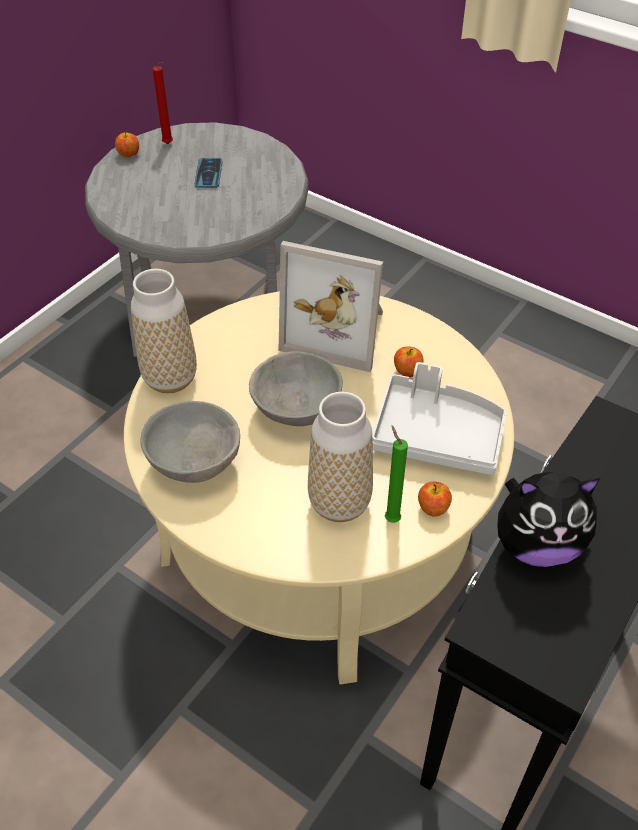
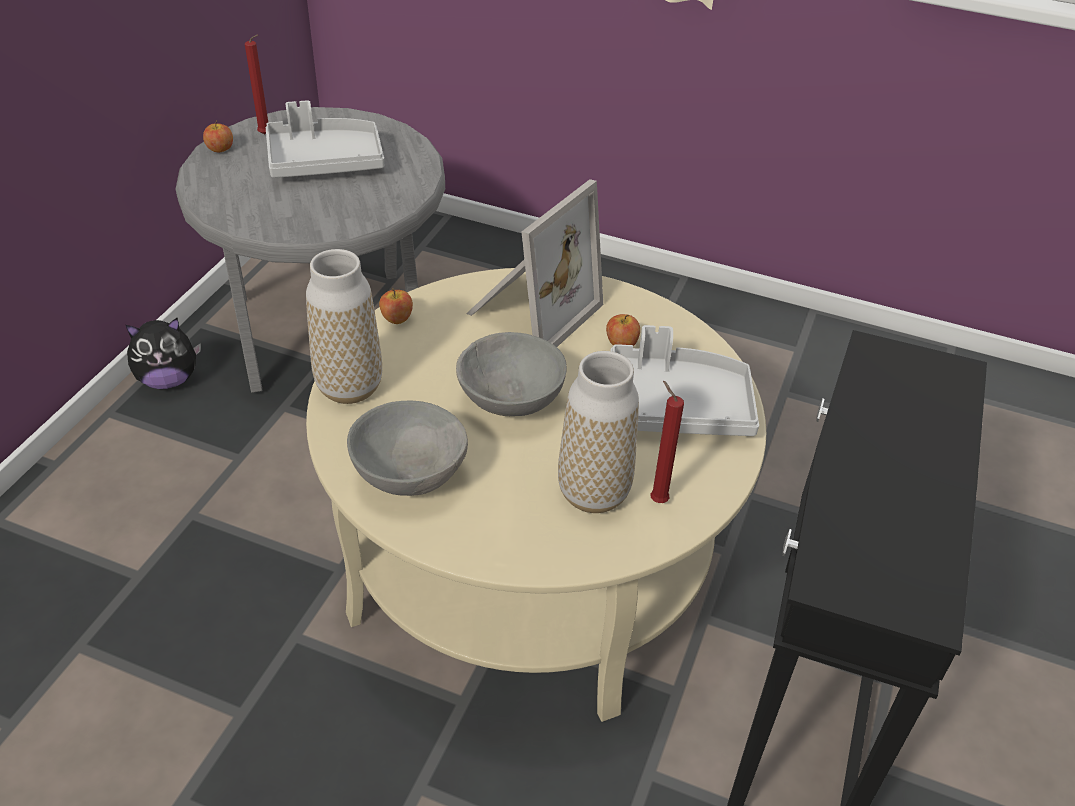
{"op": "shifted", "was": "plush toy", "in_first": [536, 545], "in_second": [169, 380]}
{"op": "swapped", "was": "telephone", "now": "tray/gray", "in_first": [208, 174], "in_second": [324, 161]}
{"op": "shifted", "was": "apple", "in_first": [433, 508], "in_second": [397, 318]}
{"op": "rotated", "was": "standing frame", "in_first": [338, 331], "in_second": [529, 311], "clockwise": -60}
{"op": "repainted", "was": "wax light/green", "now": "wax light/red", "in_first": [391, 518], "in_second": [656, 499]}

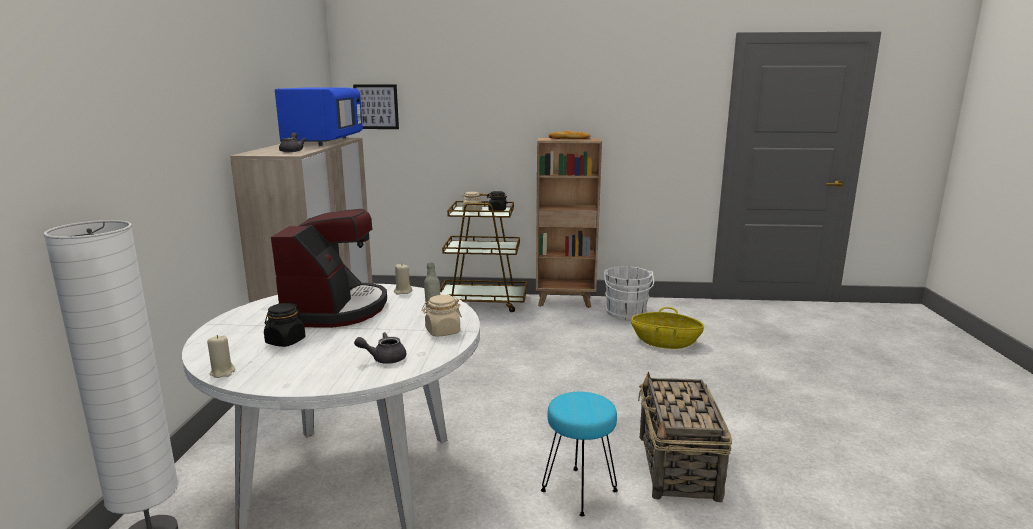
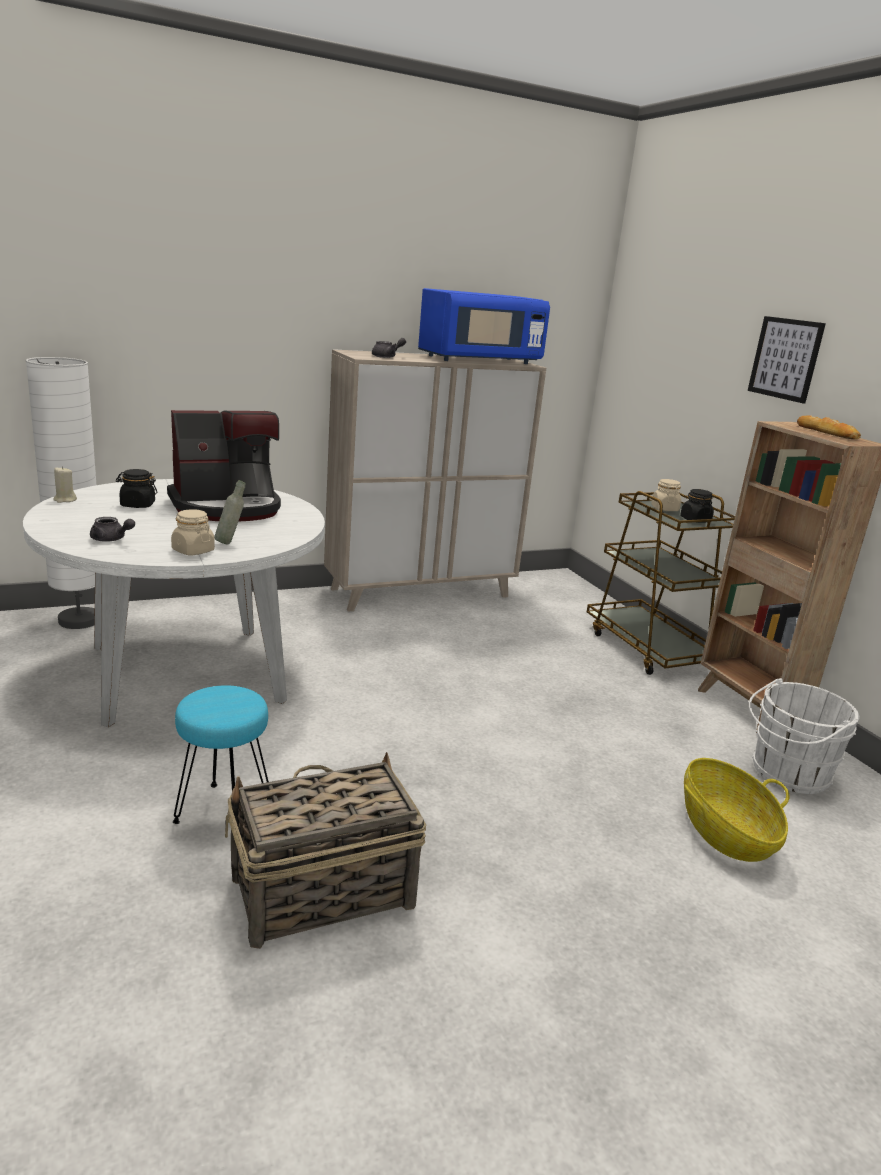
{"op": "rotated", "was": "tea pot/gray", "in_first": [384, 358], "in_second": [111, 539], "clockwise": 150}
{"op": "shifted", "was": "picture", "in_first": [376, 106], "in_second": [785, 358]}
{"op": "gone", "was": "wax light/beige-coloured", "in_first": [403, 291]}

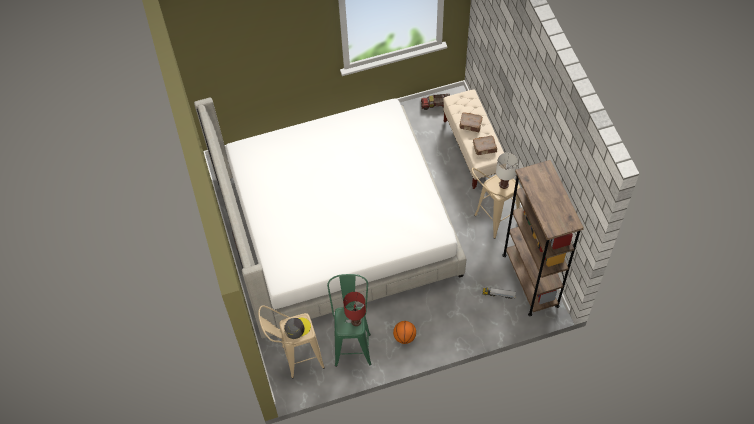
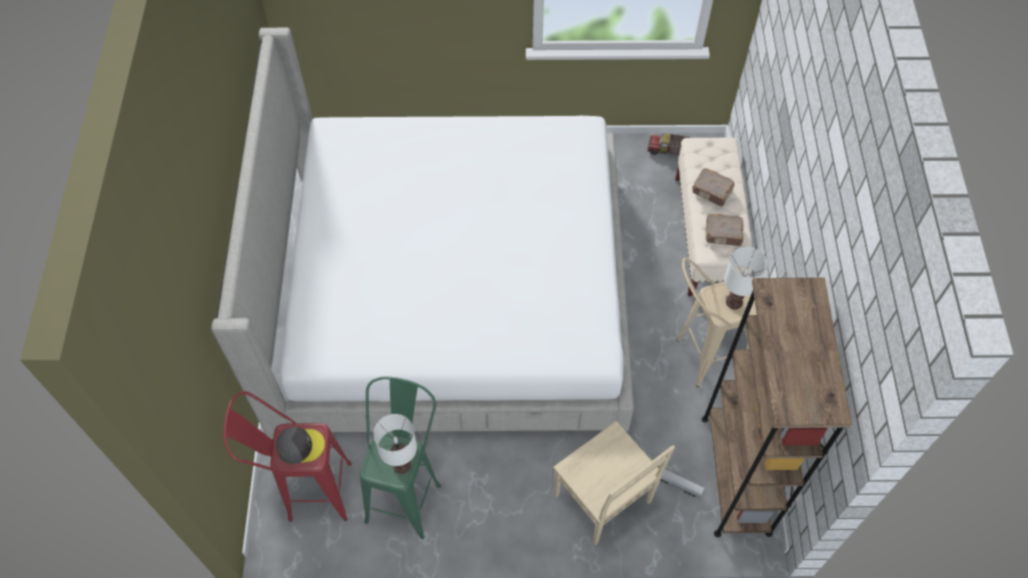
{"op": "repainted", "was": "stool/beige-coloured", "now": "stool/red", "in_first": [296, 359], "in_second": [307, 491]}
{"op": "repainted", "was": "tabletop lamp/red", "now": "tabletop lamp/white-coloured", "in_first": [355, 322], "in_second": [401, 465]}
{"op": "new", "now": "plain chair/beige-coloured", "in_second": [604, 501]}
{"op": "gone", "was": "basketball ball", "in_first": [404, 337]}

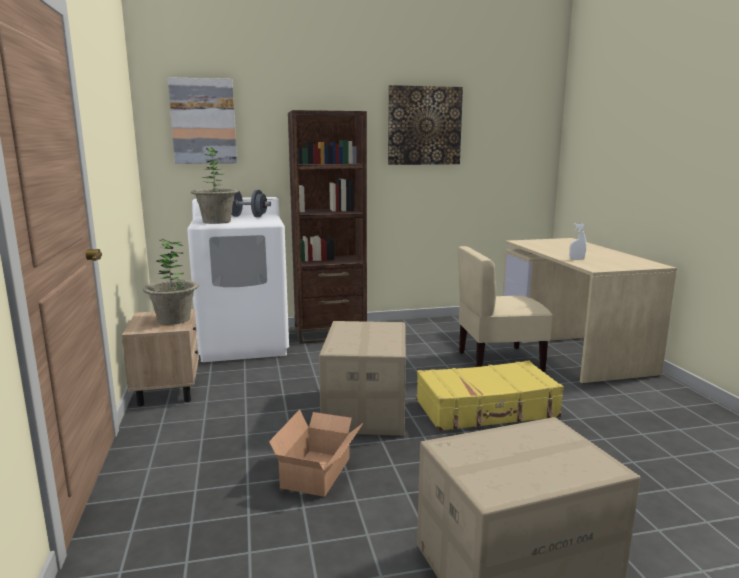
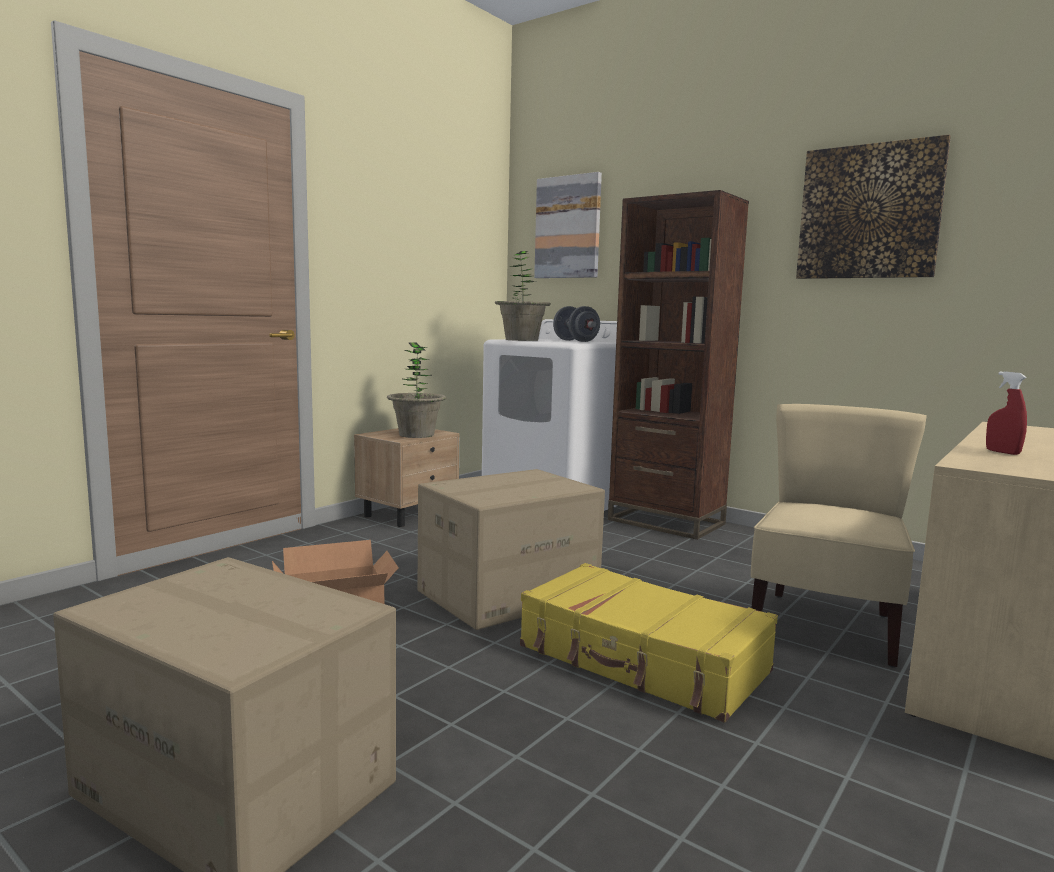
{"op": "rotated", "was": "plain chair/beige-coloured", "in_first": [499, 361], "in_second": [824, 627], "clockwise": 75}
{"op": "repainted", "was": "spray bottle/white-coloured", "now": "spray bottle/red", "in_first": [576, 259], "in_second": [1002, 452]}

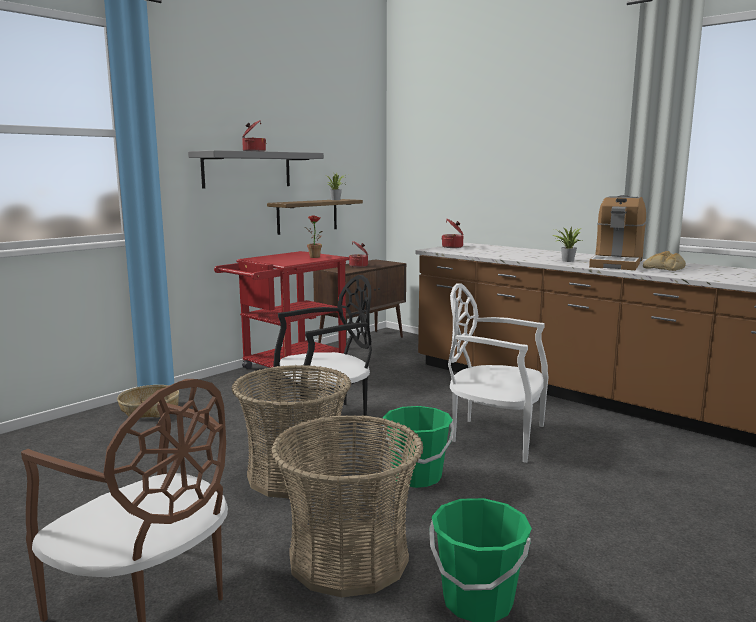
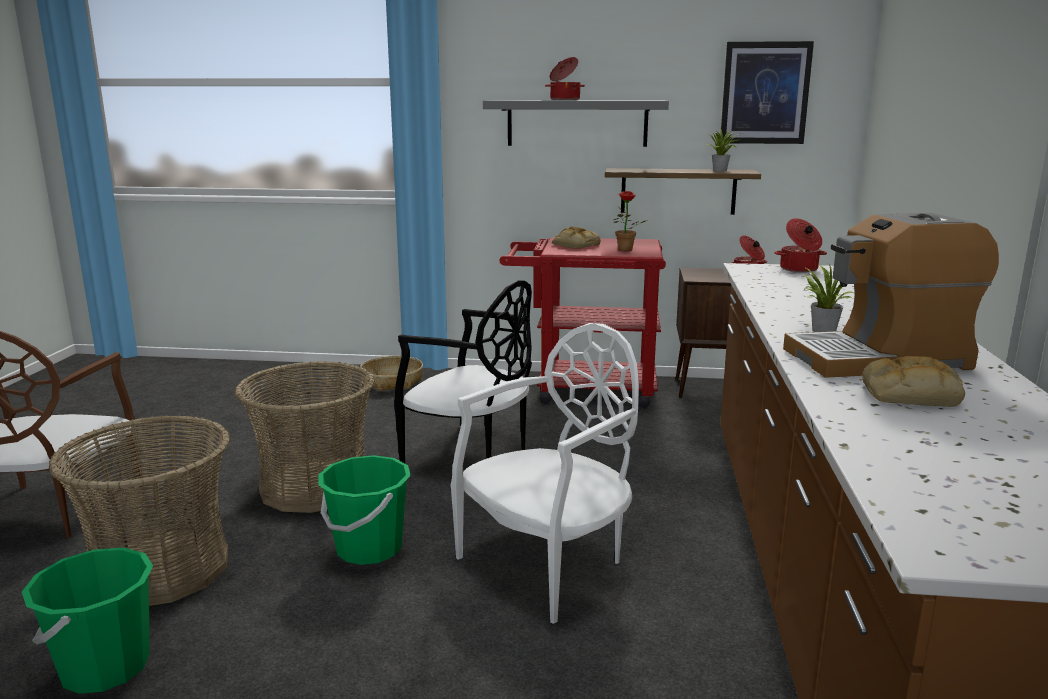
{"op": "rotated", "was": "plain chair/white-coloured", "in_first": [495, 436], "in_second": [549, 565], "clockwise": 60}
{"op": "new", "now": "bread", "in_second": [574, 245]}
{"op": "new", "now": "picture", "in_second": [765, 93]}

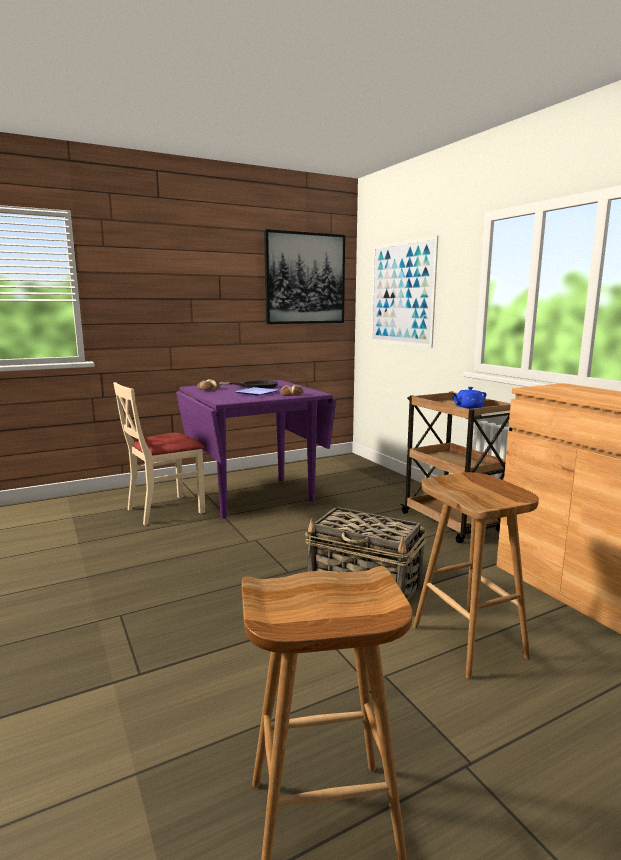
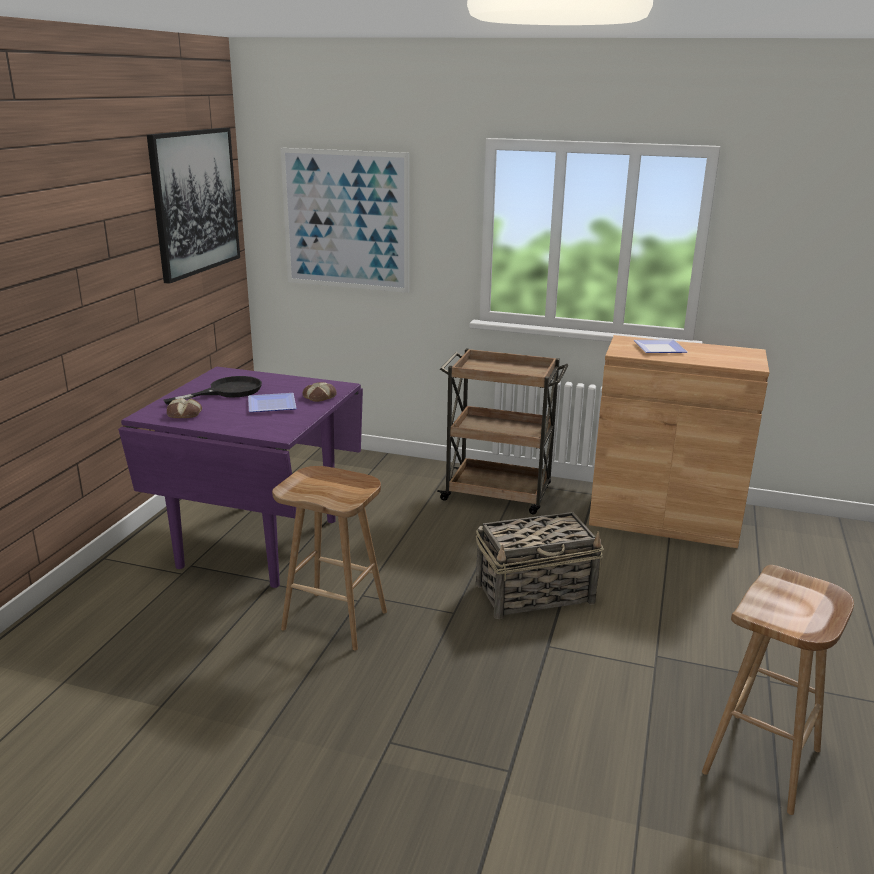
{"op": "shifted", "was": "stool/brown-coloured", "in_first": [470, 642], "in_second": [336, 620]}
{"op": "new", "now": "flat dish", "in_second": [658, 349]}
{"op": "gone", "was": "plain chair/beige-coloured", "in_first": [165, 510]}
{"op": "gone", "was": "tea pot/bluish", "in_first": [468, 408]}

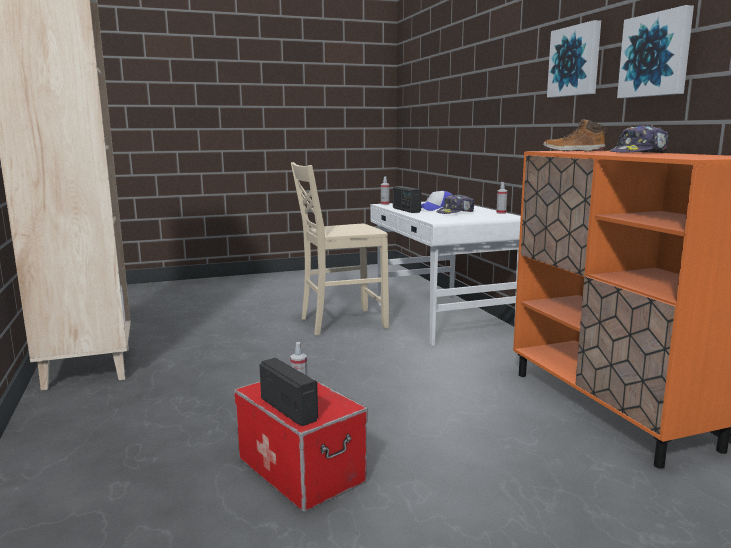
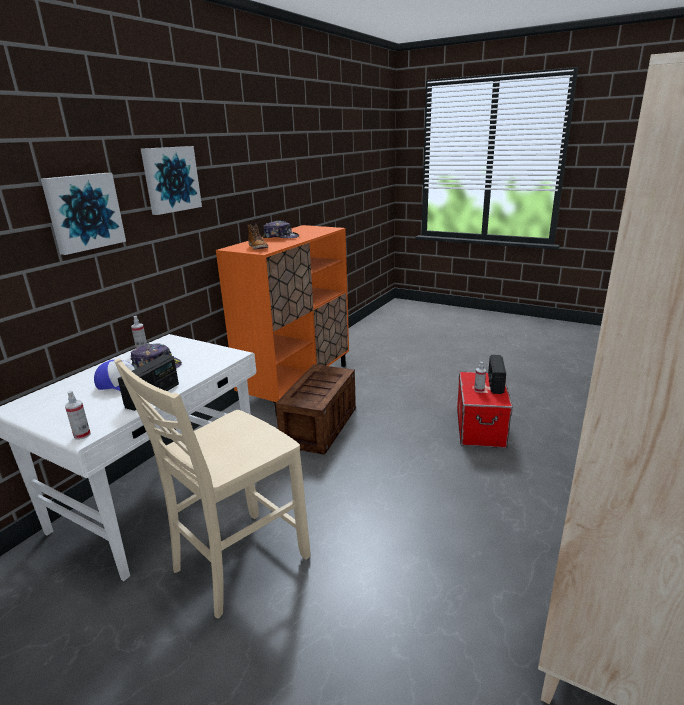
{"op": "shifted", "was": "picture", "in_first": [656, 55], "in_second": [84, 212]}
{"op": "rotated", "was": "plain chair/beige-coloured", "in_first": [341, 323], "in_second": [237, 563], "clockwise": 105}
{"op": "new", "now": "packing crate", "in_second": [320, 425]}

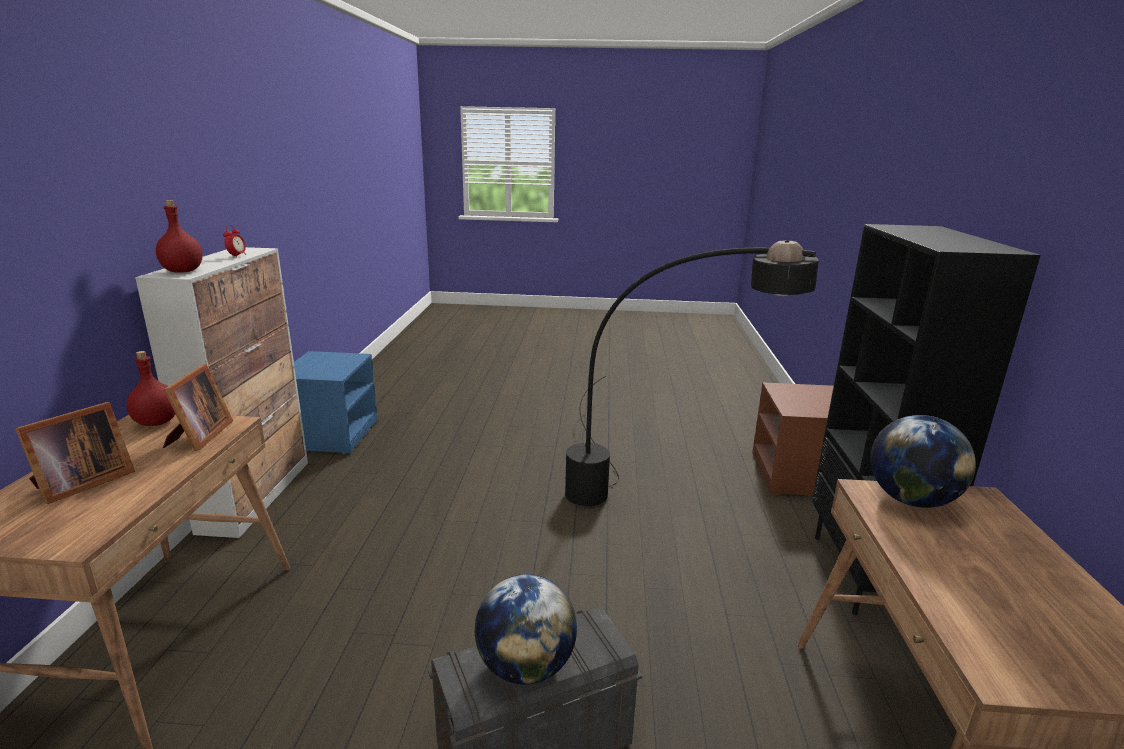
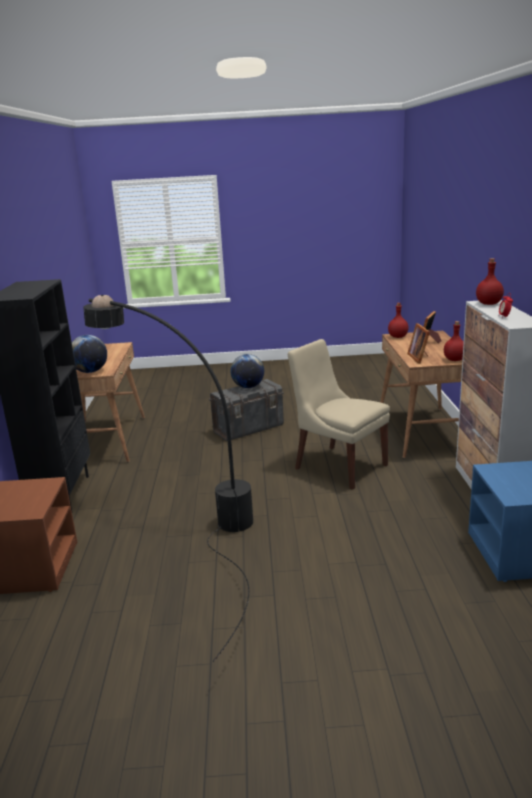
{"op": "new", "now": "plain chair/beige-coloured", "in_second": [338, 466]}
{"op": "new", "now": "beverage bottle/red", "in_second": [397, 337]}

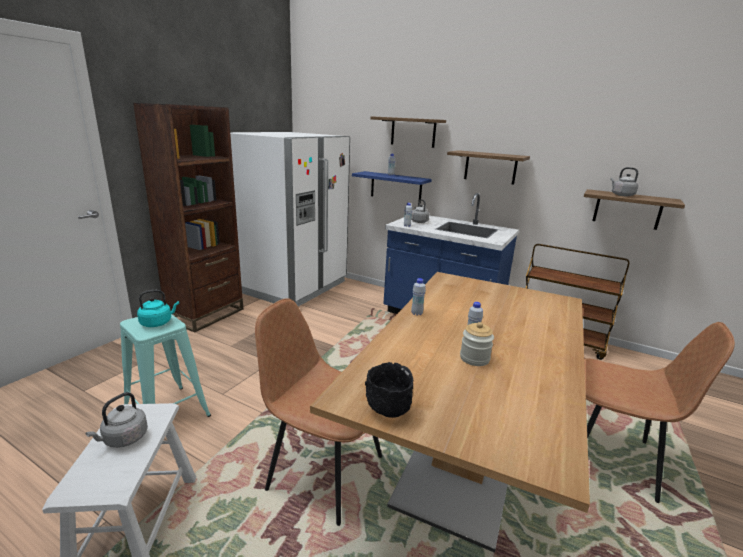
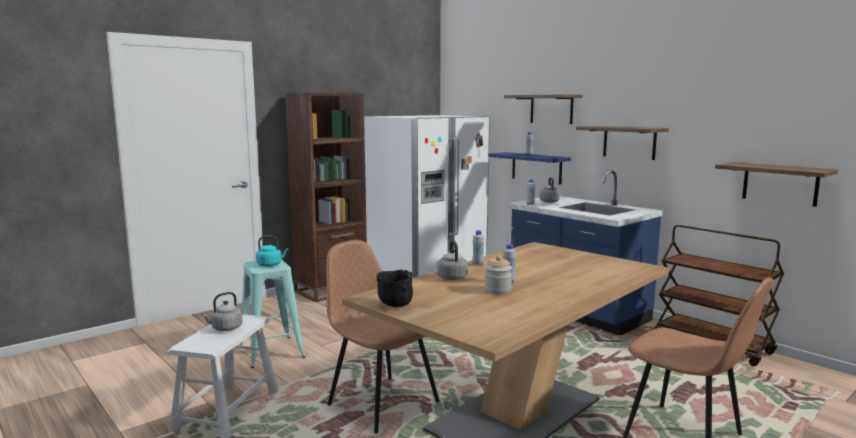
{"op": "shifted", "was": "tea kettle/gray", "in_first": [621, 195], "in_second": [451, 277]}

